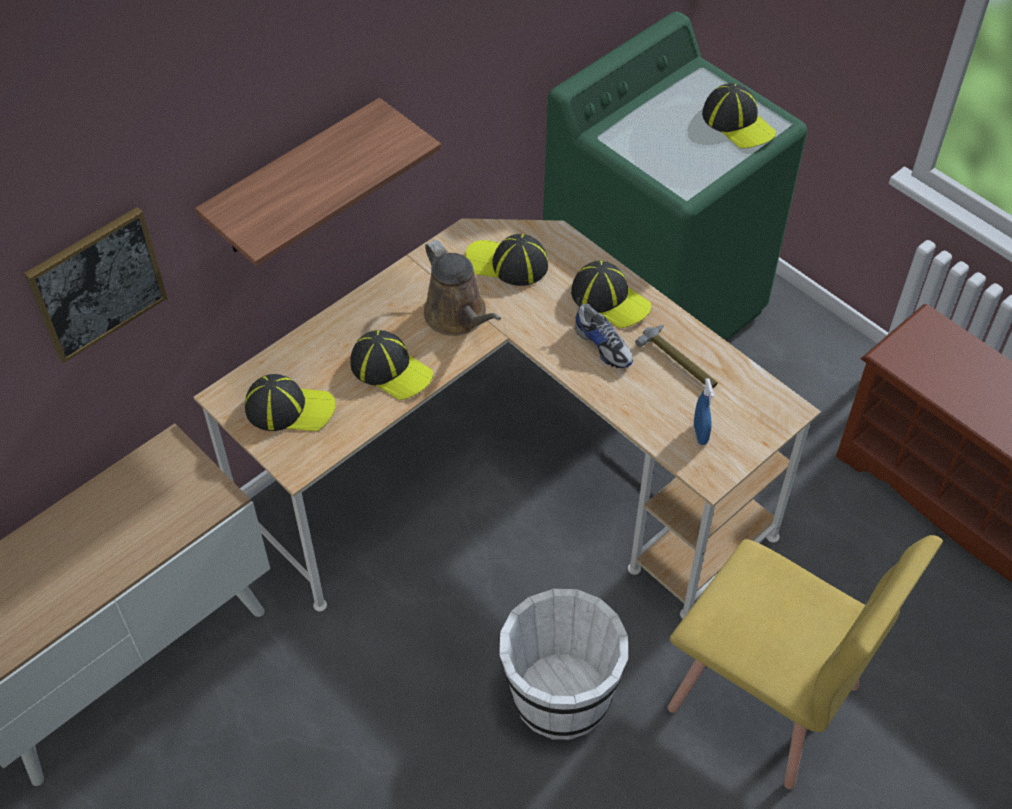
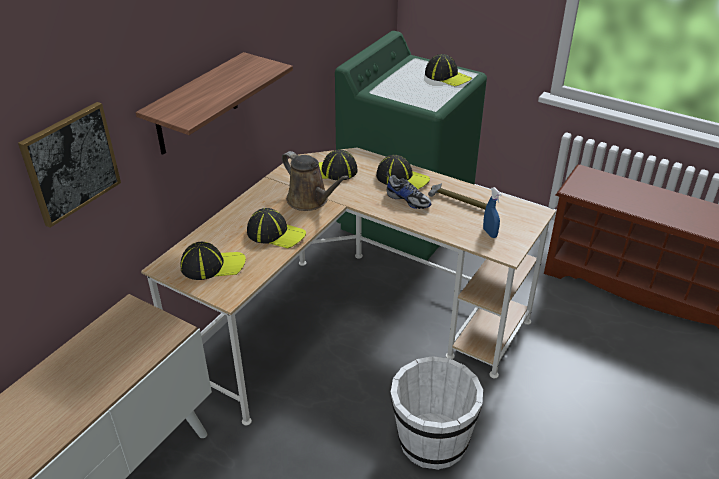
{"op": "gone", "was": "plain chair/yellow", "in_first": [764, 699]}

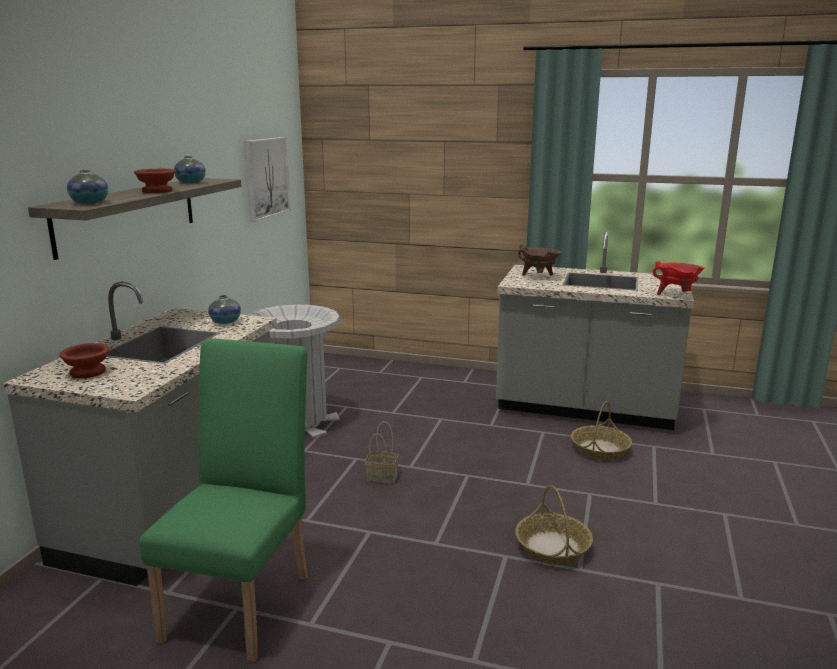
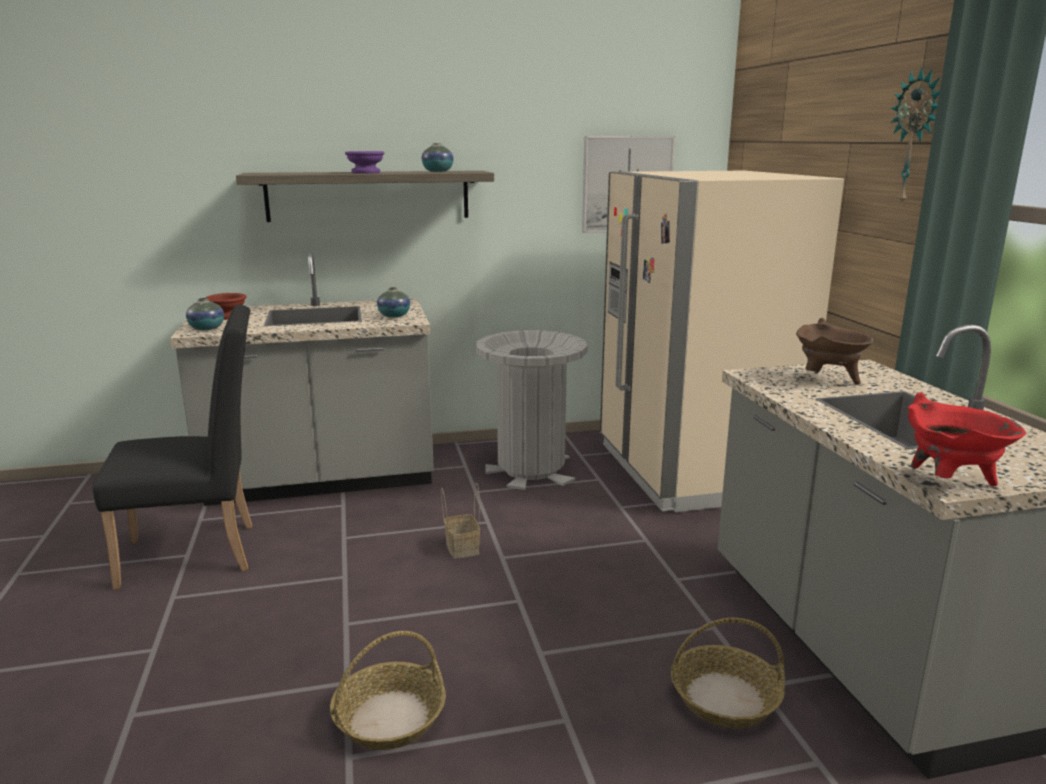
{"op": "repainted", "was": "plain chair/green", "now": "plain chair/blackish", "in_first": [244, 599], "in_second": [201, 553]}
{"op": "shifted", "was": "decorative vase", "in_first": [89, 203], "in_second": [206, 328]}
{"op": "repainted", "was": "deep dish/brown-coloured", "now": "deep dish/purple", "in_first": [156, 191], "in_second": [366, 172]}
{"op": "new", "now": "fridge/beige-coloured", "in_second": [693, 470]}
{"op": "new", "now": "clock on the wall", "in_second": [916, 138]}

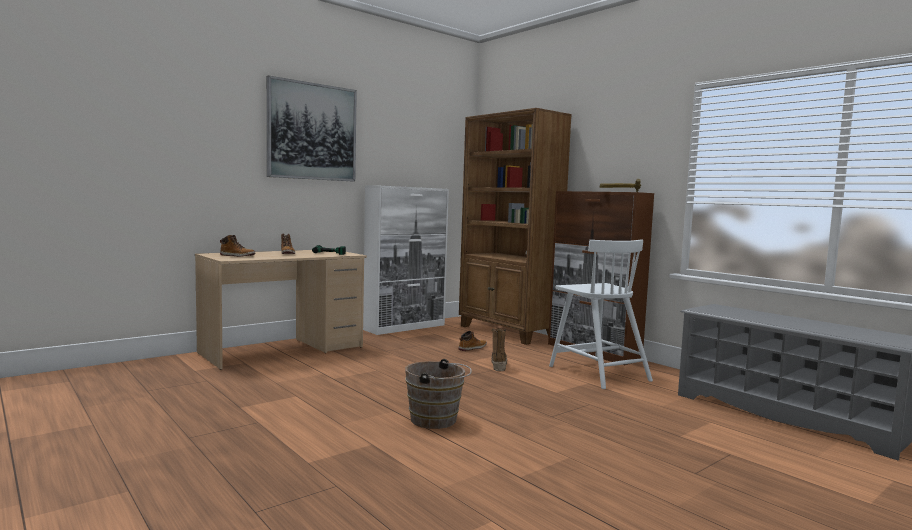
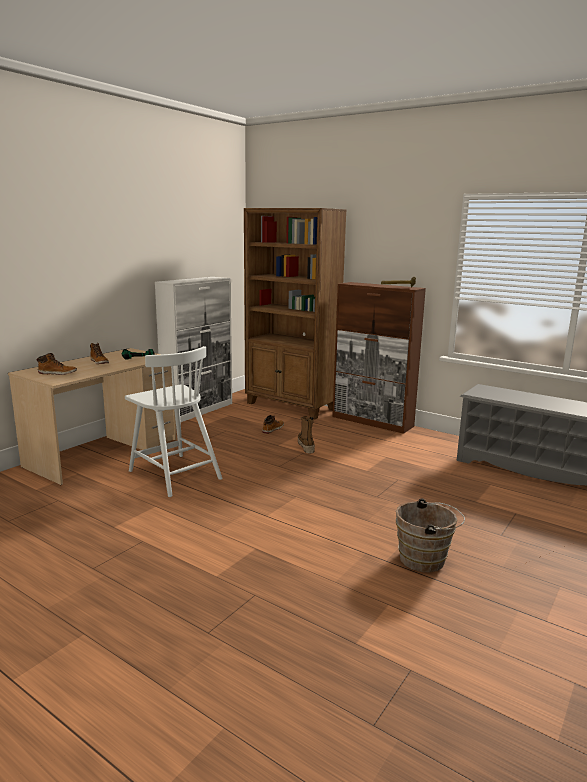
{"op": "shifted", "was": "plain chair/white-coloured", "in_first": [597, 373], "in_second": [174, 474]}
{"op": "shifted", "was": "bucket/brown-coloured", "in_first": [437, 420], "in_second": [426, 560]}
{"op": "gone", "was": "picture", "in_first": [312, 131]}

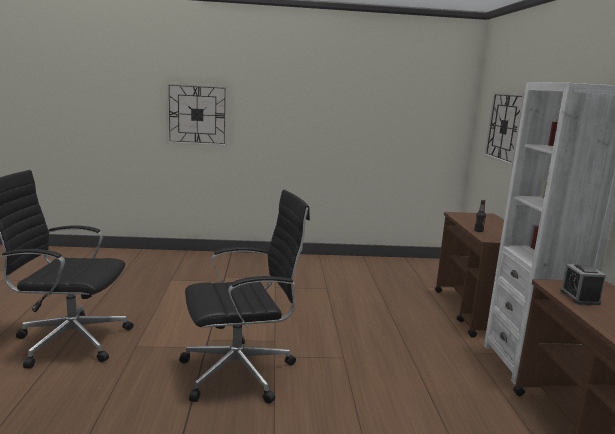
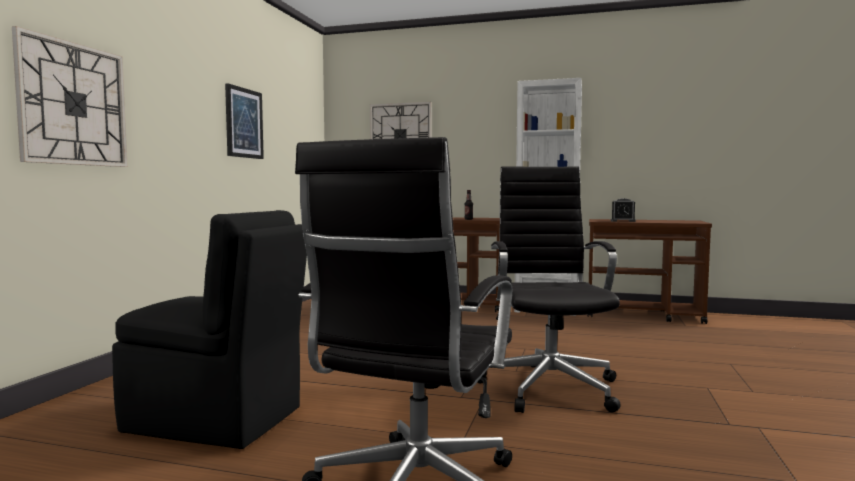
{"op": "new", "now": "plain chair/blackish", "in_second": [217, 420]}
{"op": "new", "now": "picture", "in_second": [243, 123]}

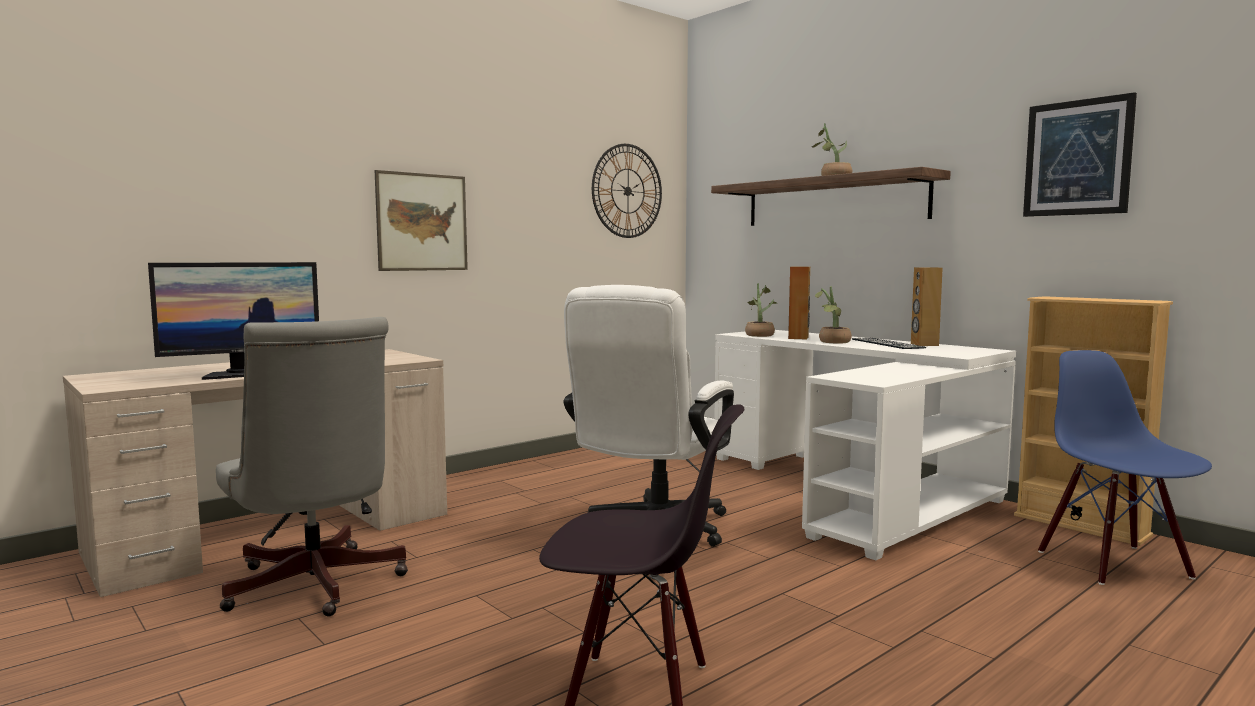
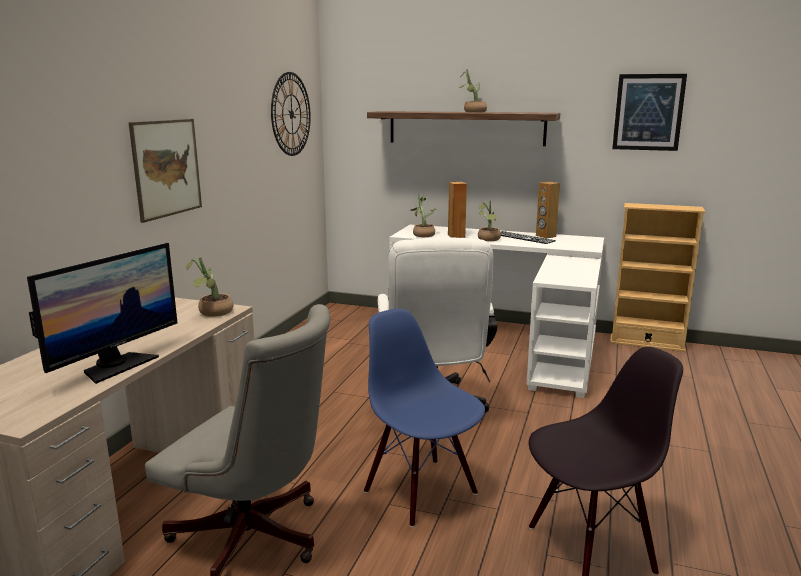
{"op": "new", "now": "houseplant", "in_second": [212, 313]}
{"op": "shifted", "was": "plain chair/bluish", "in_first": [1114, 564], "in_second": [421, 491]}

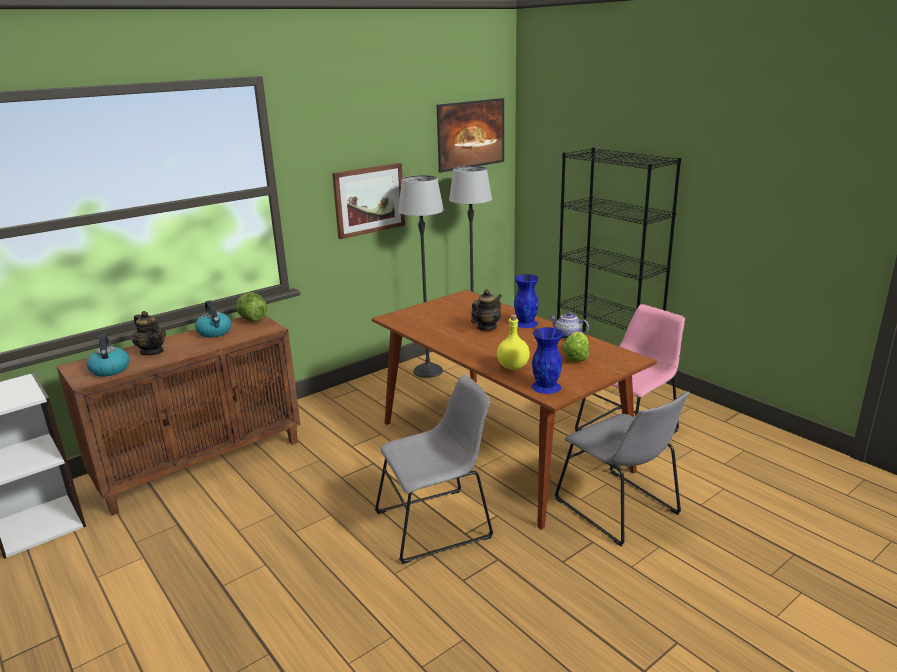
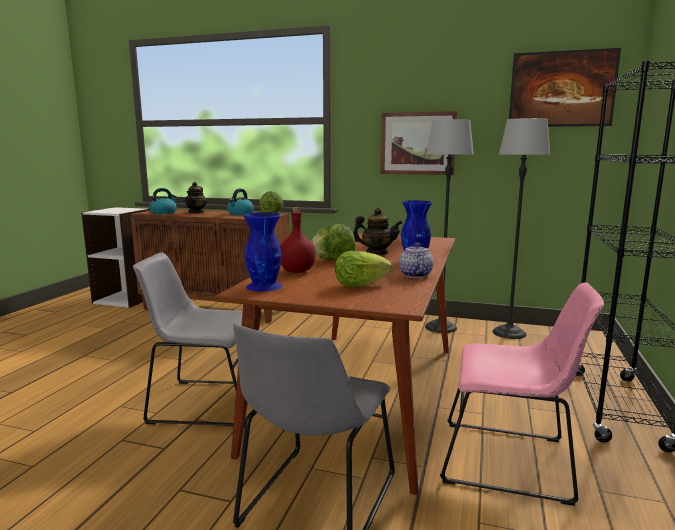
{"op": "rotated", "was": "plain chair/gray", "in_first": [438, 523], "in_second": [203, 402], "clockwise": 150}
{"op": "repainted", "was": "beverage bottle/yellow", "now": "beverage bottle/red", "in_first": [513, 367], "in_second": [297, 271]}
{"op": "new", "now": "lettuce", "in_second": [333, 260]}

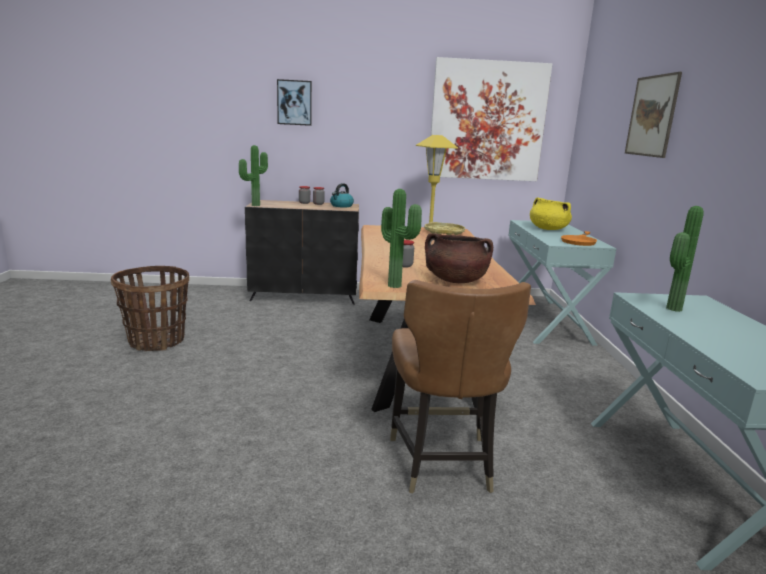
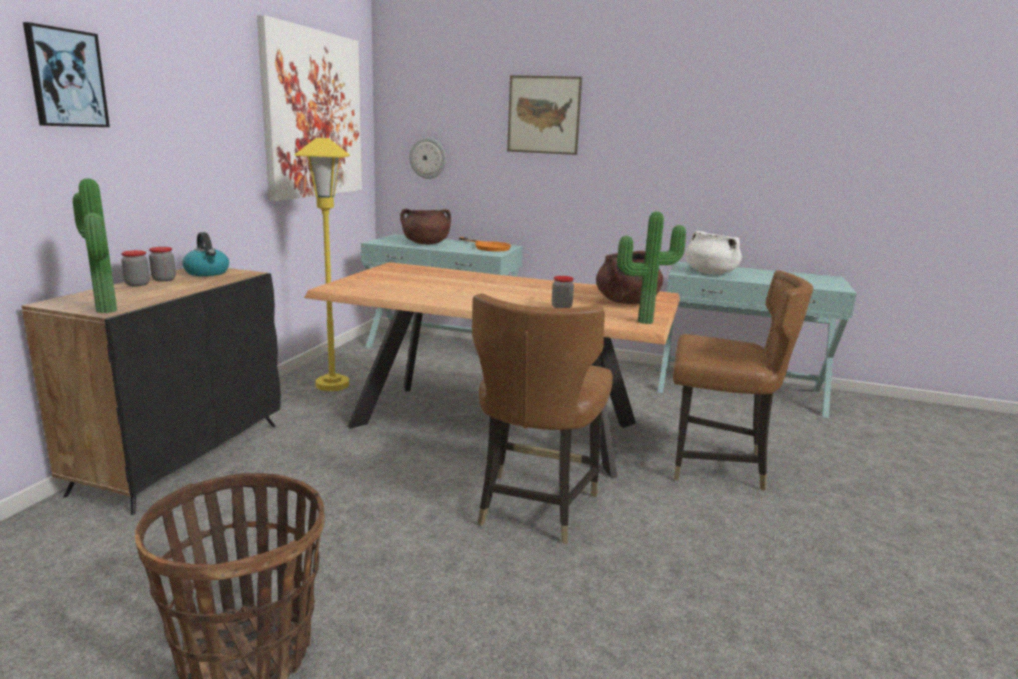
{"op": "repainted", "was": "stockpot/yellow", "now": "stockpot/brown-coloured", "in_first": [548, 229], "in_second": [426, 243]}
{"op": "new", "now": "clock on the wall", "in_second": [428, 158]}
{"op": "new", "now": "plain chair/brown-coloured", "in_second": [534, 507]}
{"op": "swapped", "was": "houseplant", "now": "stockpot/white-coloured", "in_first": [670, 308], "in_second": [710, 273]}
{"op": "gone", "was": "tray/yellow", "in_first": [444, 232]}

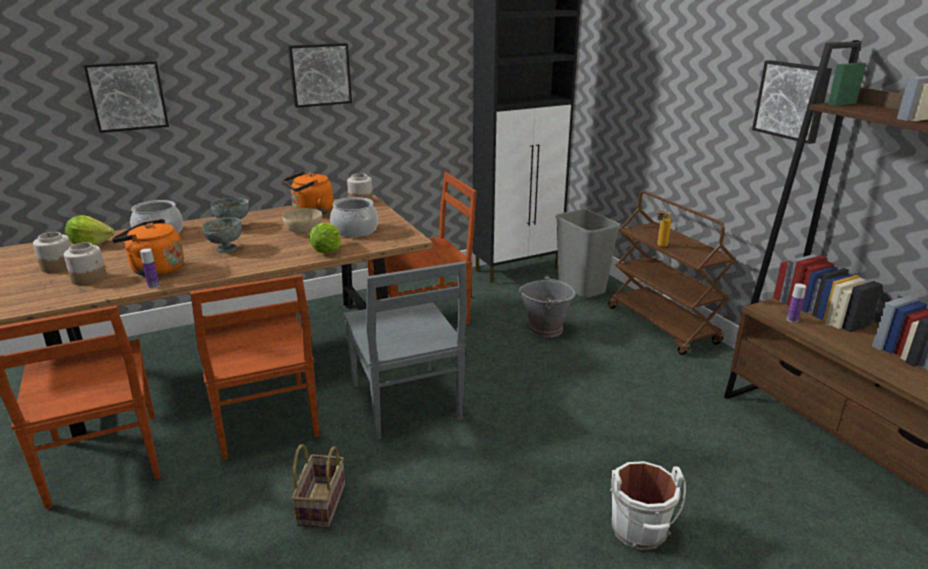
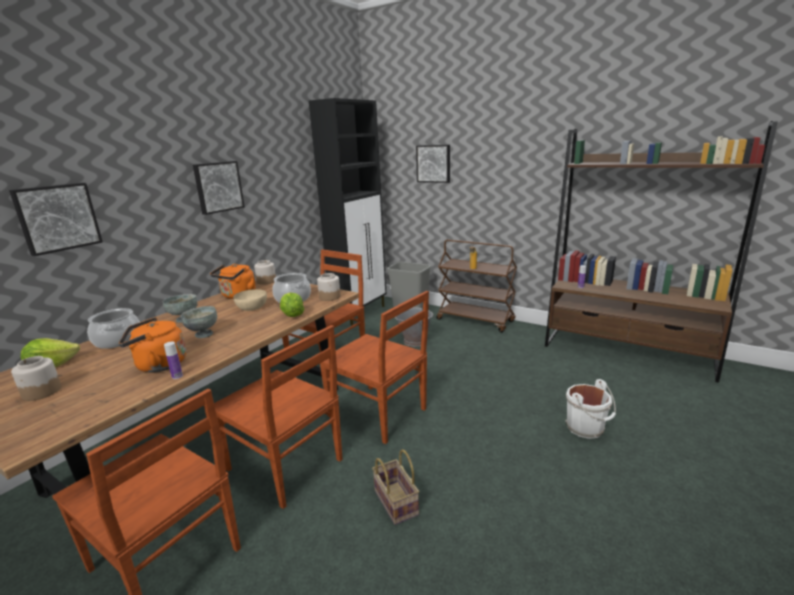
{"op": "shifted", "was": "storage jar", "in_first": [89, 278], "in_second": [330, 297]}
{"op": "repainted", "was": "plain chair/gray", "now": "plain chair/brown-coloured", "in_first": [406, 403], "in_second": [379, 414]}
{"op": "shifted", "was": "picture", "in_first": [792, 100], "in_second": [433, 163]}

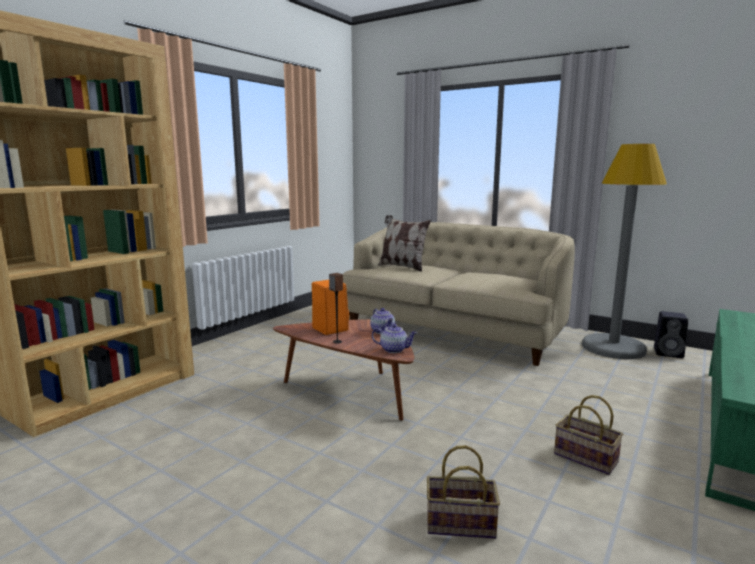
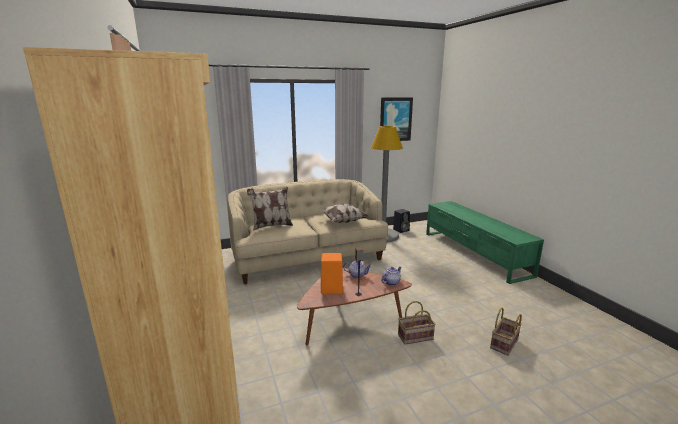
{"op": "new", "now": "cushion", "in_second": [342, 221]}
{"op": "new", "now": "picture", "in_second": [395, 119]}
{"op": "shifted", "was": "household basket", "in_first": [583, 458], "in_second": [415, 337]}

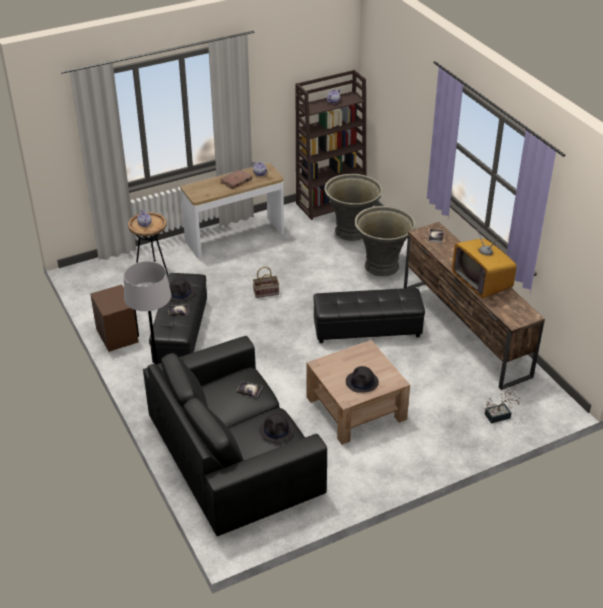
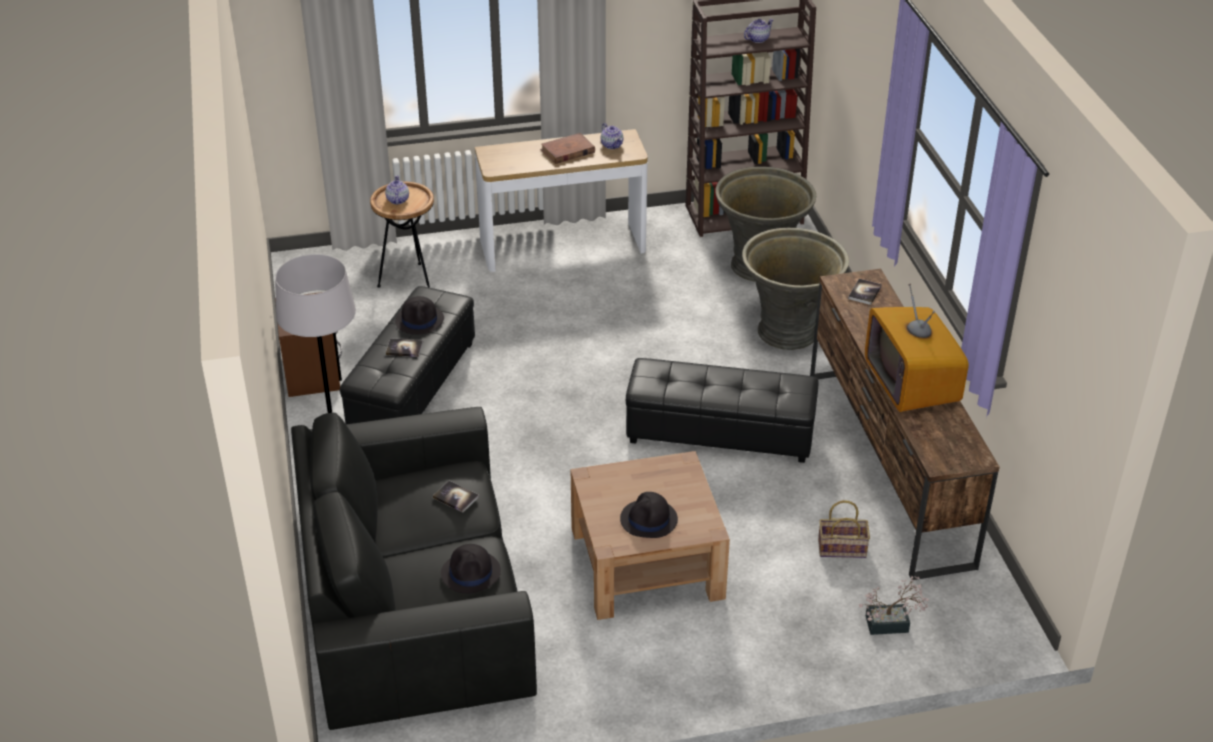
{"op": "shifted", "was": "household basket", "in_first": [266, 292], "in_second": [843, 548]}

